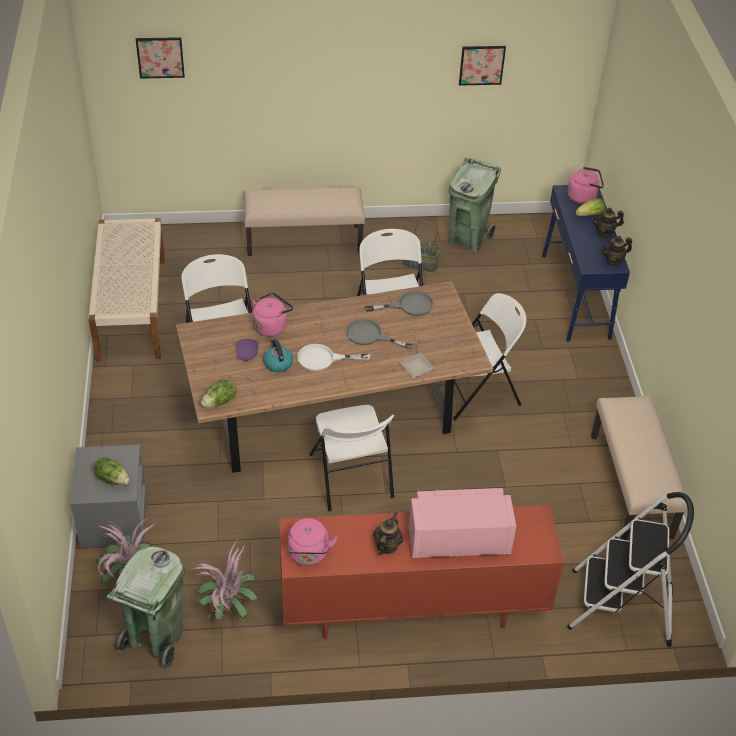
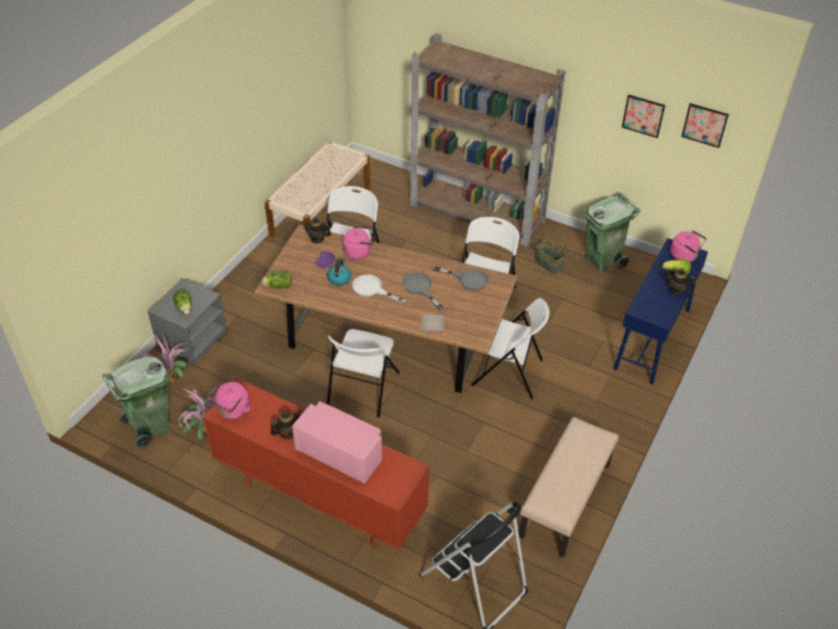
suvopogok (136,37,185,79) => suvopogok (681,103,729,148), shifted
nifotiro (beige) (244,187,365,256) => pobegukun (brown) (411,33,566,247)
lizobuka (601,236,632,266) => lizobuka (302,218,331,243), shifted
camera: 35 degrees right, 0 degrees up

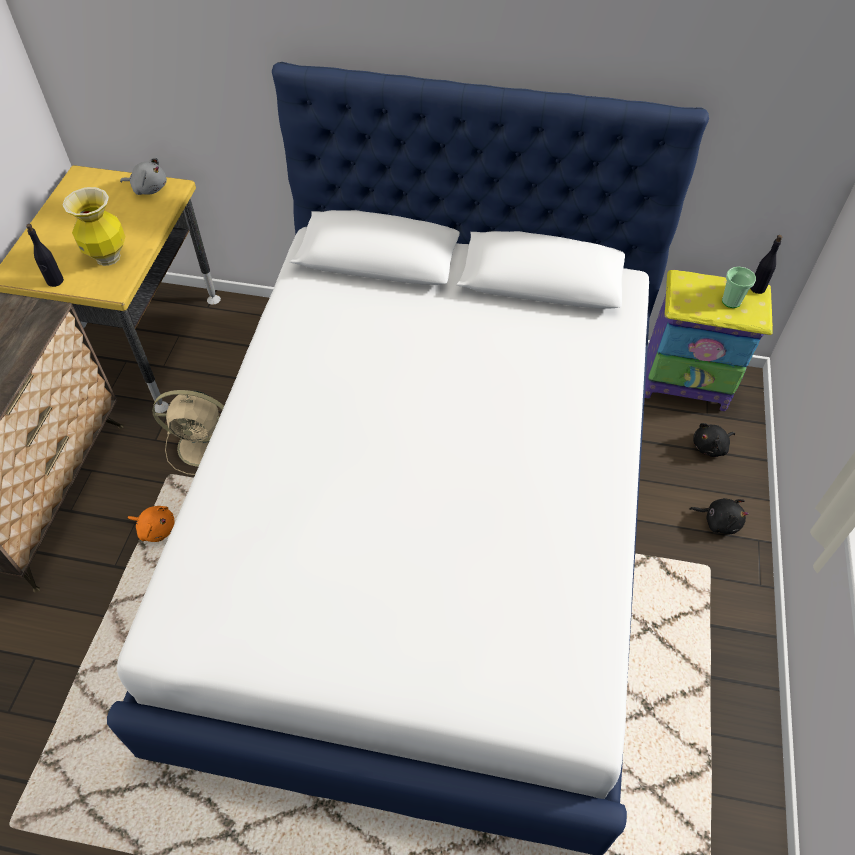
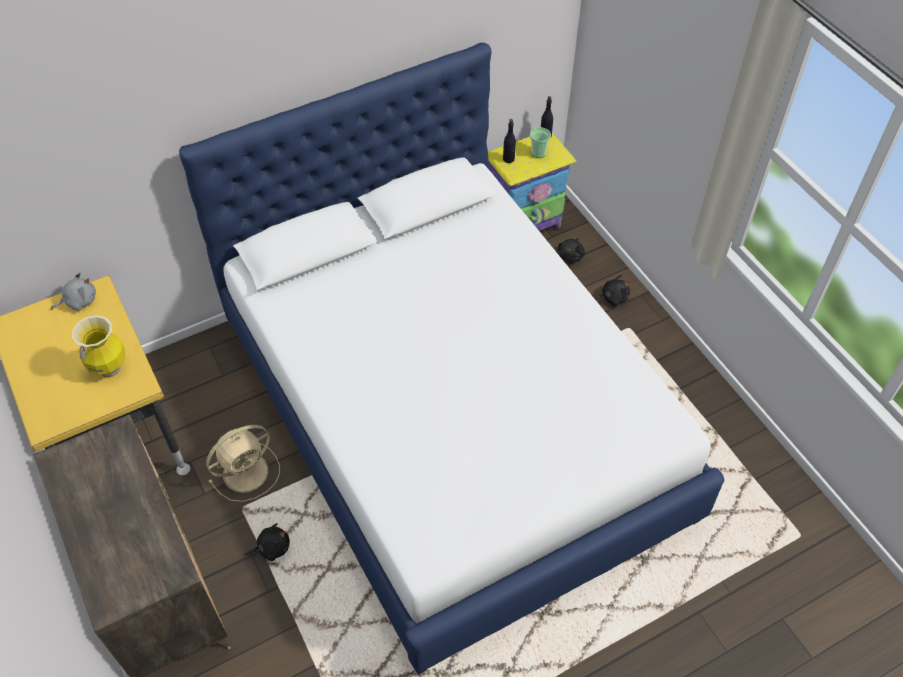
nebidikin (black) (26,224,64,287) => nebidikin (black) (503,119,516,163), shifted
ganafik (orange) (128,506,175,542) => ganafik (black) (245,523,290,561)
camera: 40 degrees left, 0 degrees up

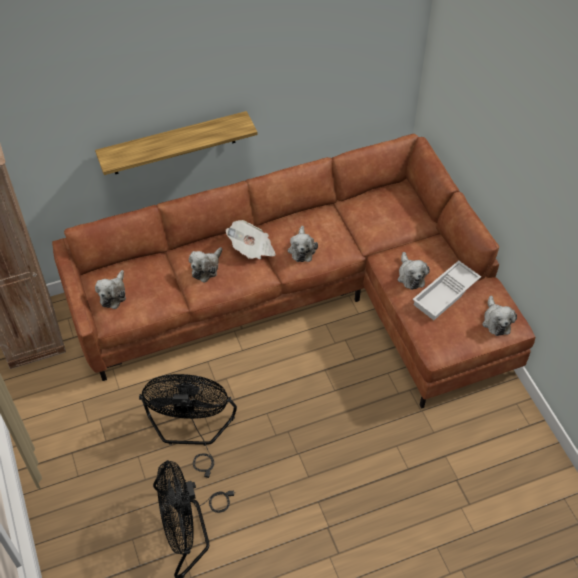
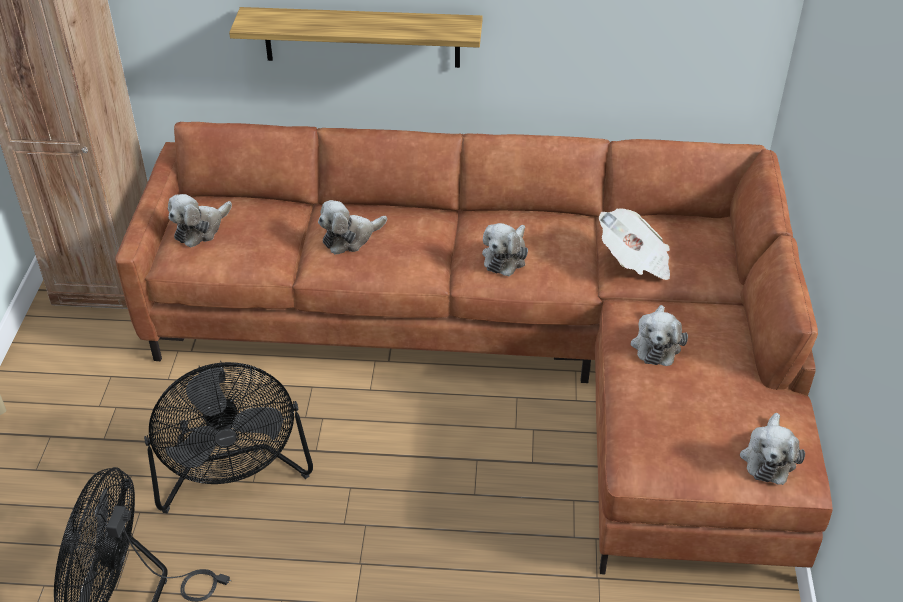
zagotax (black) (139,374,237,478) => zagotax (black) (144,361,313,514), 135 degrees clockwise
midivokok (226,220,276,259) => midivokok (599,208,670,280), shifted
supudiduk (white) (412,261,481,320) => nothing
camera: 25 degrees right, 10 degrees down

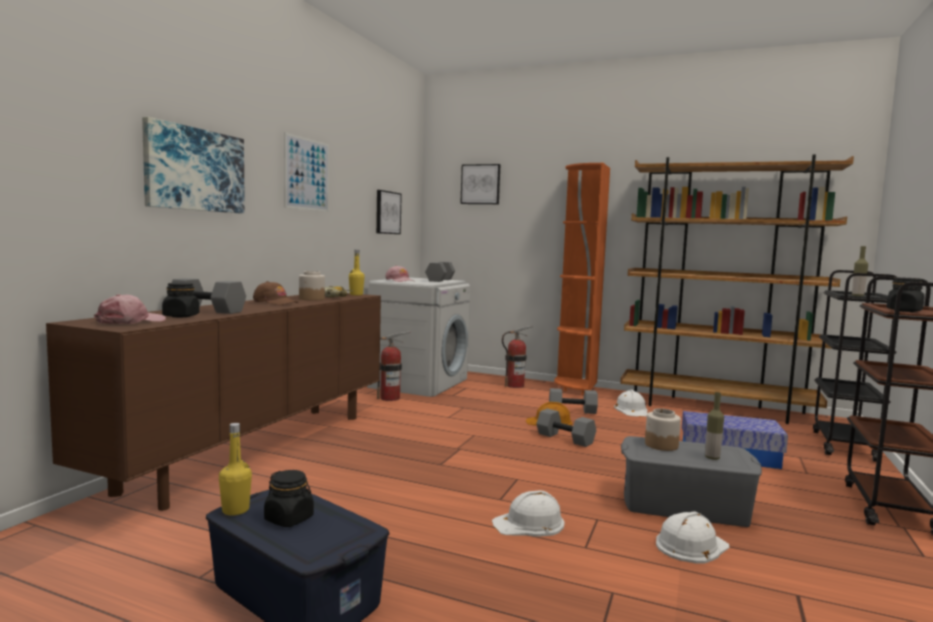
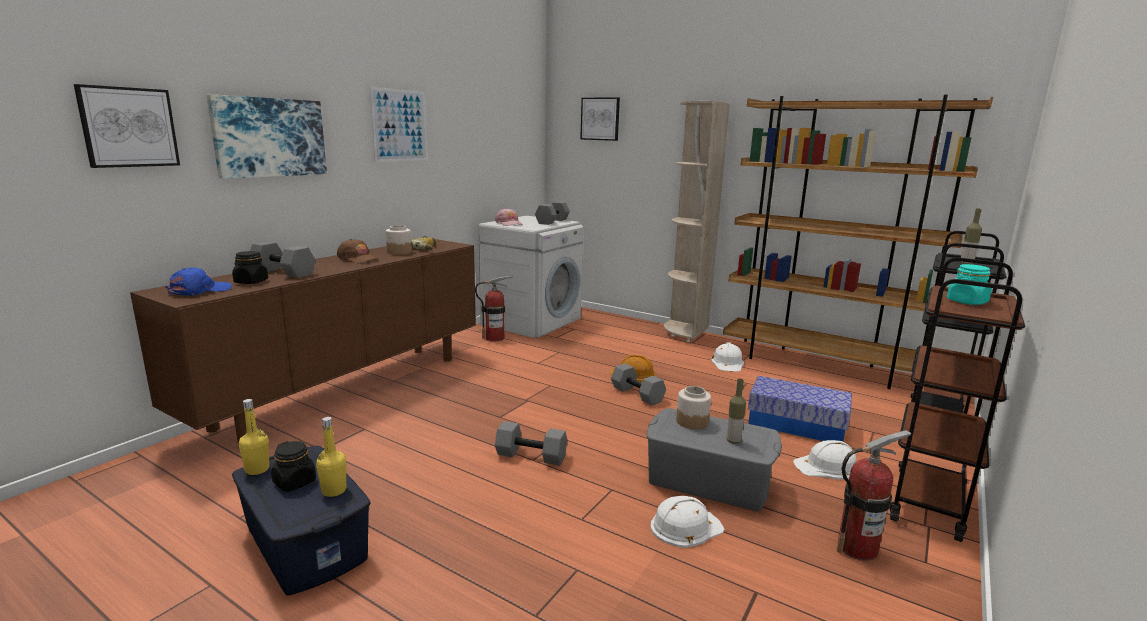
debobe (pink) (94,294,166,324) => debobe (blue) (165,268,232,296)
nebidikin (yellow) (349,250,365,295) => nebidikin (yellow) (316,417,347,497), shifted
suvopogok (376,190,402,234) => suvopogok (74,84,180,168), shifted
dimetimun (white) (492,490,564,537) => dimetimun (white) (793,440,856,480), shifted
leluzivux (502,326,533,388) => leluzivux (836,430,912,561), shifted
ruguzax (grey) (549,388,598,414) => ruguzax (grey) (495,421,567,465), shifted
pobegukun (orange) (554,163,610,395) => pobegukun (beige) (664,101,730,342)
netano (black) (886,278,924,312) => netano (turquoise) (946,264,992,305)
camera: 10 degrees right, 10 degrees up

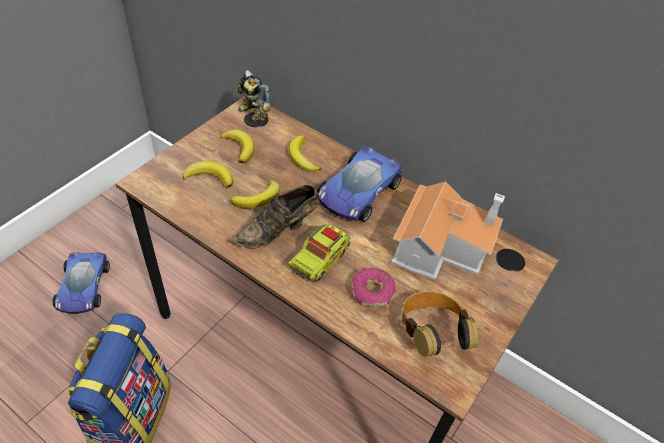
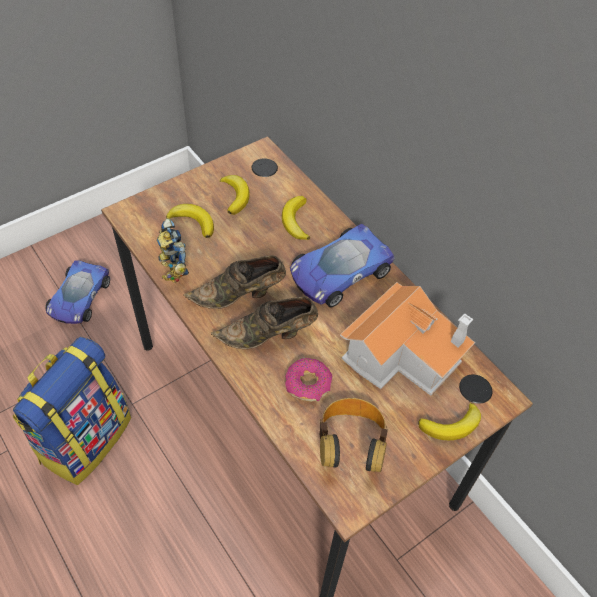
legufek (230,180,280,208) => legufek (419,403,481,440), shifted
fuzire (238,70,271,122) => fuzire (157,218,189,283), shifted
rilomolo (288,224,350,282) => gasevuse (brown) (211,297,318,349)
camera: 20 degrees right, 5 degrees up

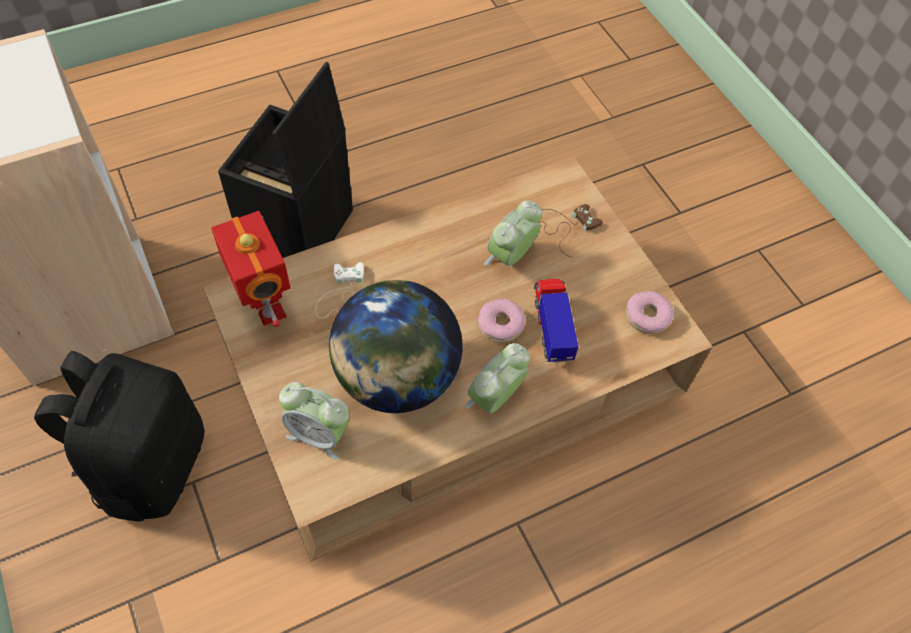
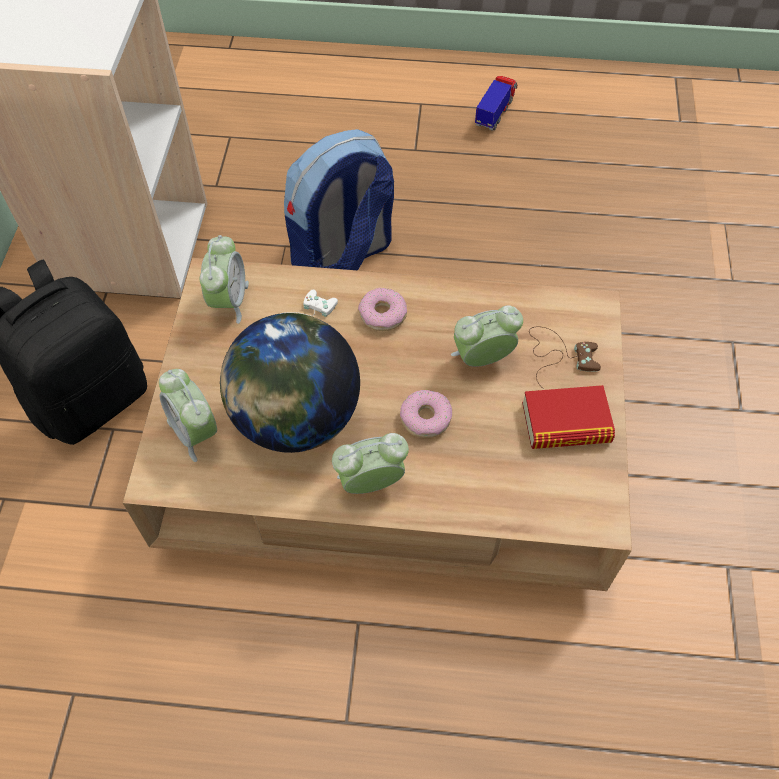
fuzire (211,211,291,327) => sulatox (199,235,249,324)
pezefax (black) (218,62,353,258) => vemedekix (284,129,394,270)
rilomolo (534,279,579,362) => rilomolo (475,76,518,131), shifted
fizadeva (626,291,674,334) => fizadeva (358,288,407,331), shifted
nothing => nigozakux (522,385,615,449)
camera: 35 degrees right, 0 degrees up

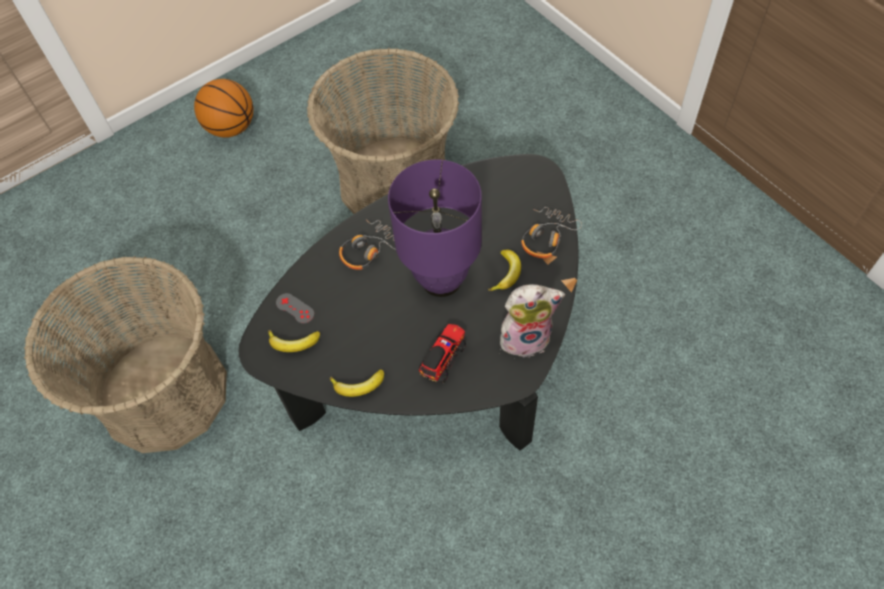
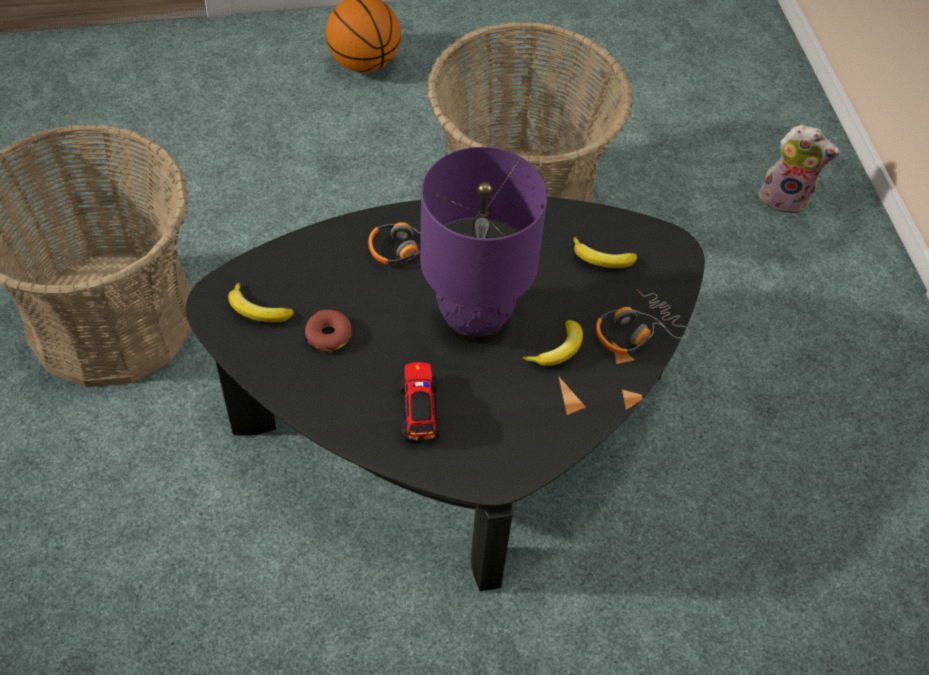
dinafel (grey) (276,293,315,324) => nothing
legufek (330,369,384,397) => legufek (573,237,637,268), shifted
rilomolo (418,324,466,383) => rilomolo (399,362,441,440), 60 degrees counterclockwise
ganafik (500,284,565,357) => ganafik (758,125,840,215), shifted
nothing => fizadeva (305,310,352,353)
camera: 20 degrees right, 5 degrees down

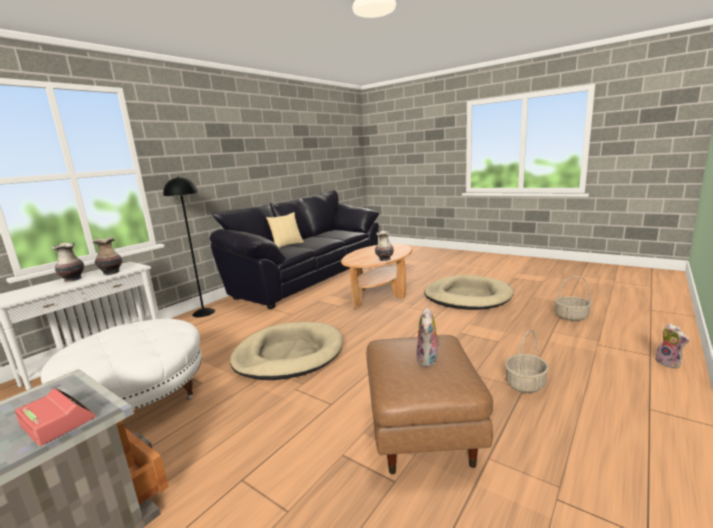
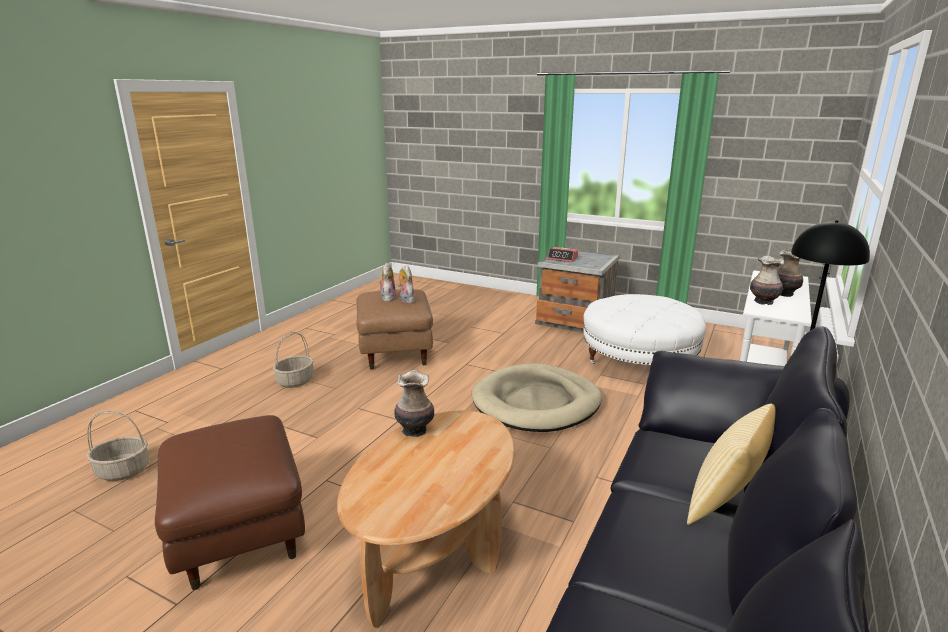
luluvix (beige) (424,275,514,310) => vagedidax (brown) (155,415,305,590)
ganafik (655,324,690,368) => ganafik (398,264,415,303), shifted
camera: 170 degrees right, 5 degrees up

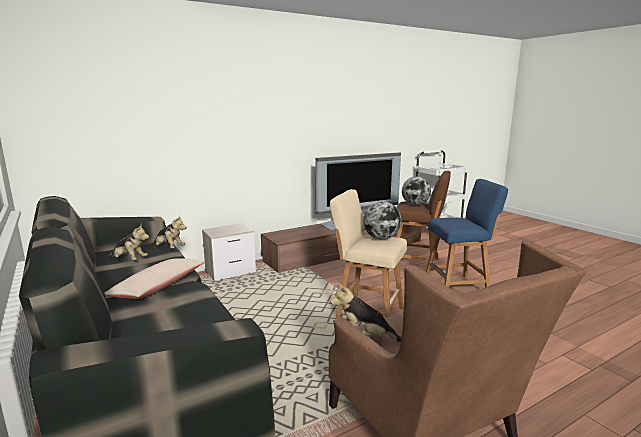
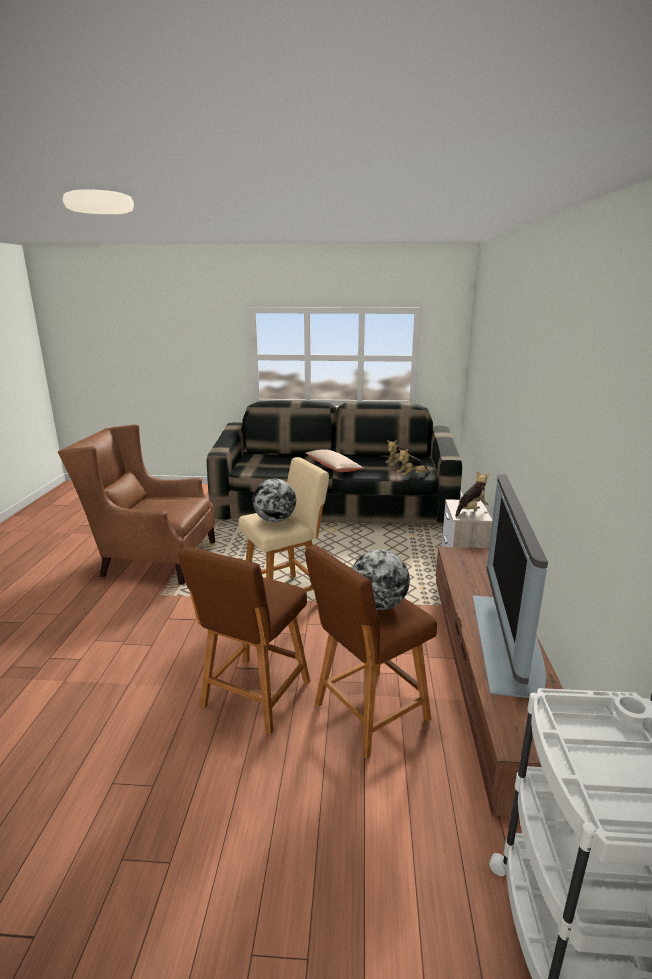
ganafik (330,283,402,342) => ganafik (455,472,489,517), shifted
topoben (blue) (426,179,508,288) => topoben (brown) (178,546,310,735)
camera: 125 degrees right, 5 degrees up

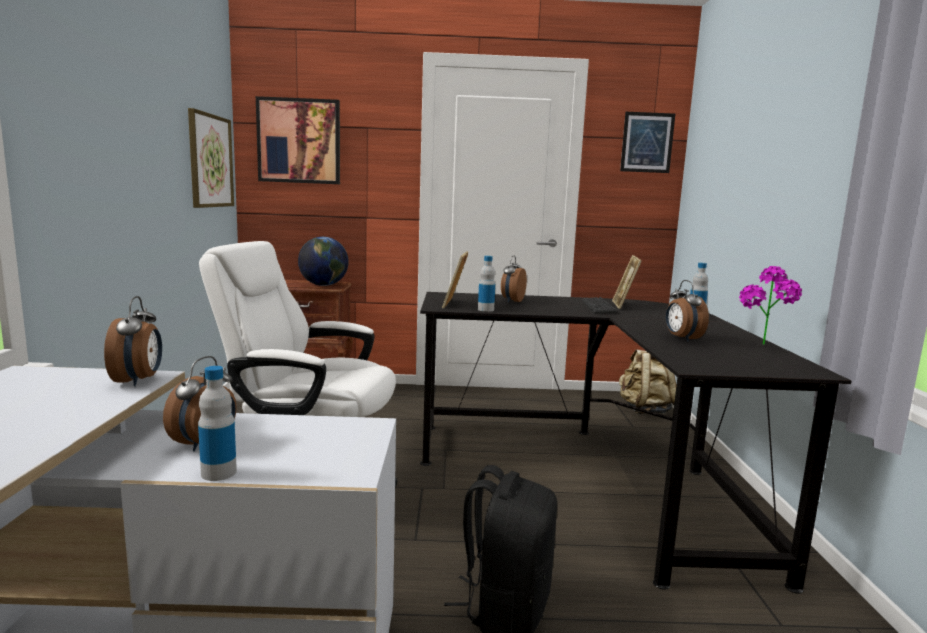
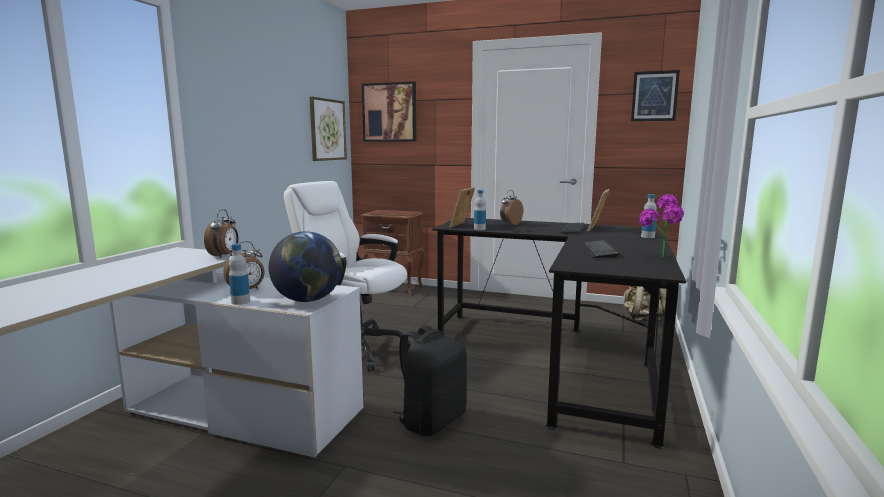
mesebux (298,237,349,286) => mesebux (269,231,342,302), shifted
sulatox (666,280,709,342) => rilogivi (581,240,620,258)
camera: 20 degrees right, 0 degrees up

